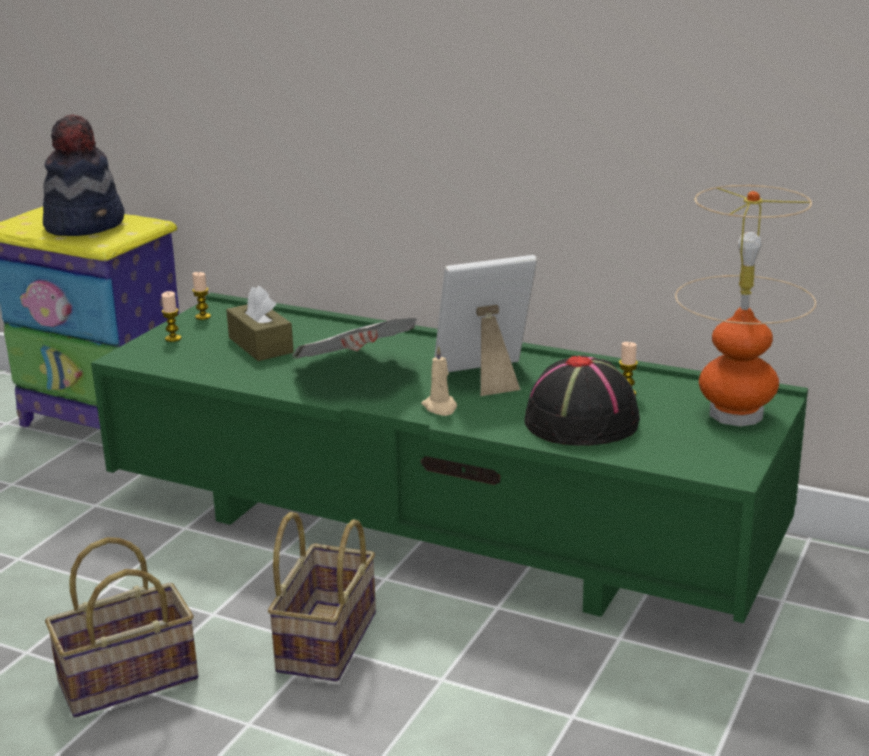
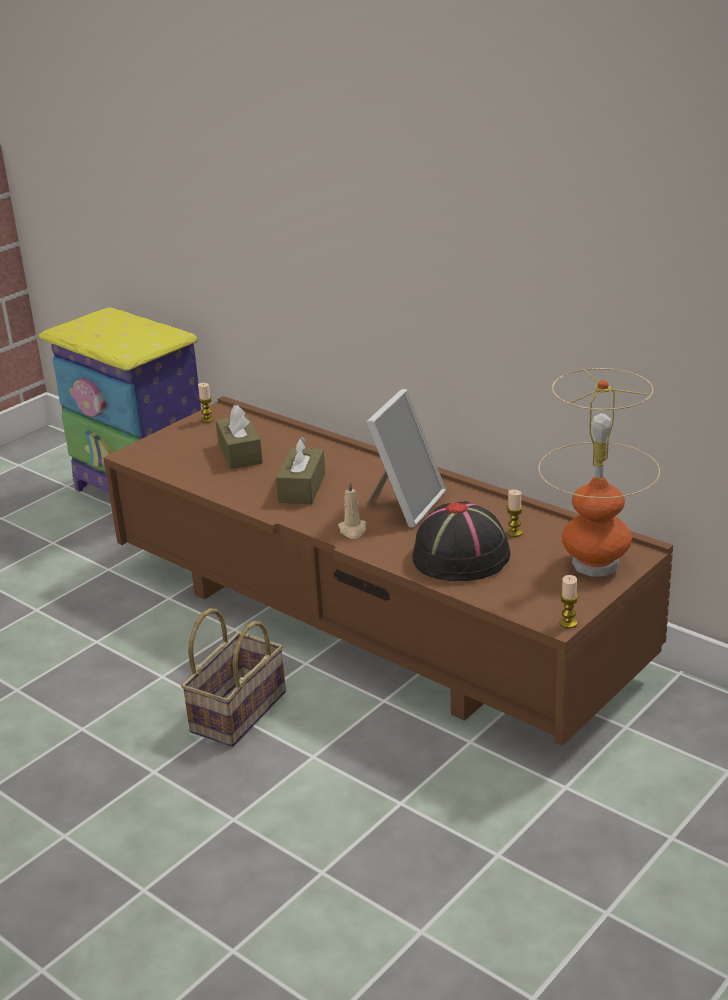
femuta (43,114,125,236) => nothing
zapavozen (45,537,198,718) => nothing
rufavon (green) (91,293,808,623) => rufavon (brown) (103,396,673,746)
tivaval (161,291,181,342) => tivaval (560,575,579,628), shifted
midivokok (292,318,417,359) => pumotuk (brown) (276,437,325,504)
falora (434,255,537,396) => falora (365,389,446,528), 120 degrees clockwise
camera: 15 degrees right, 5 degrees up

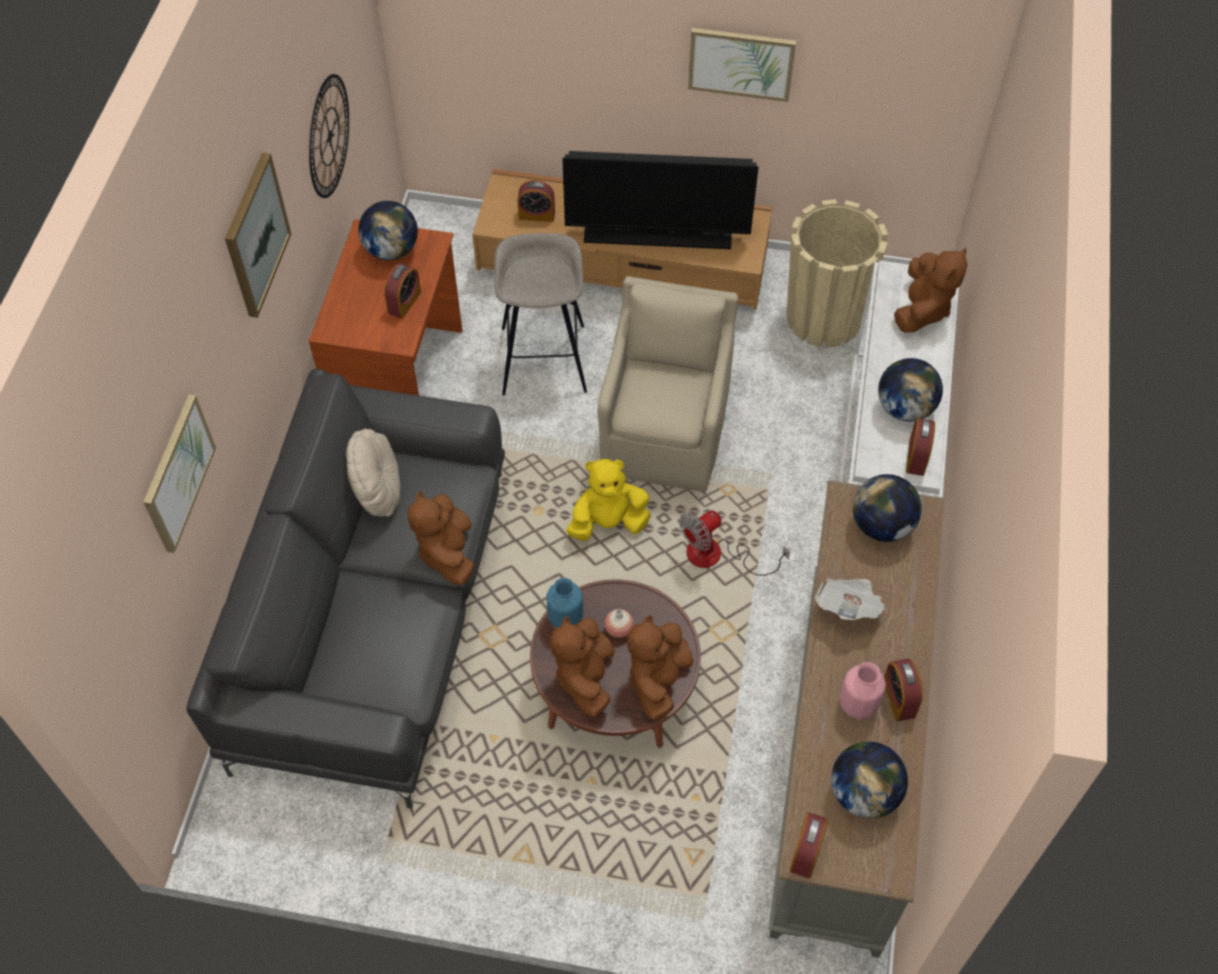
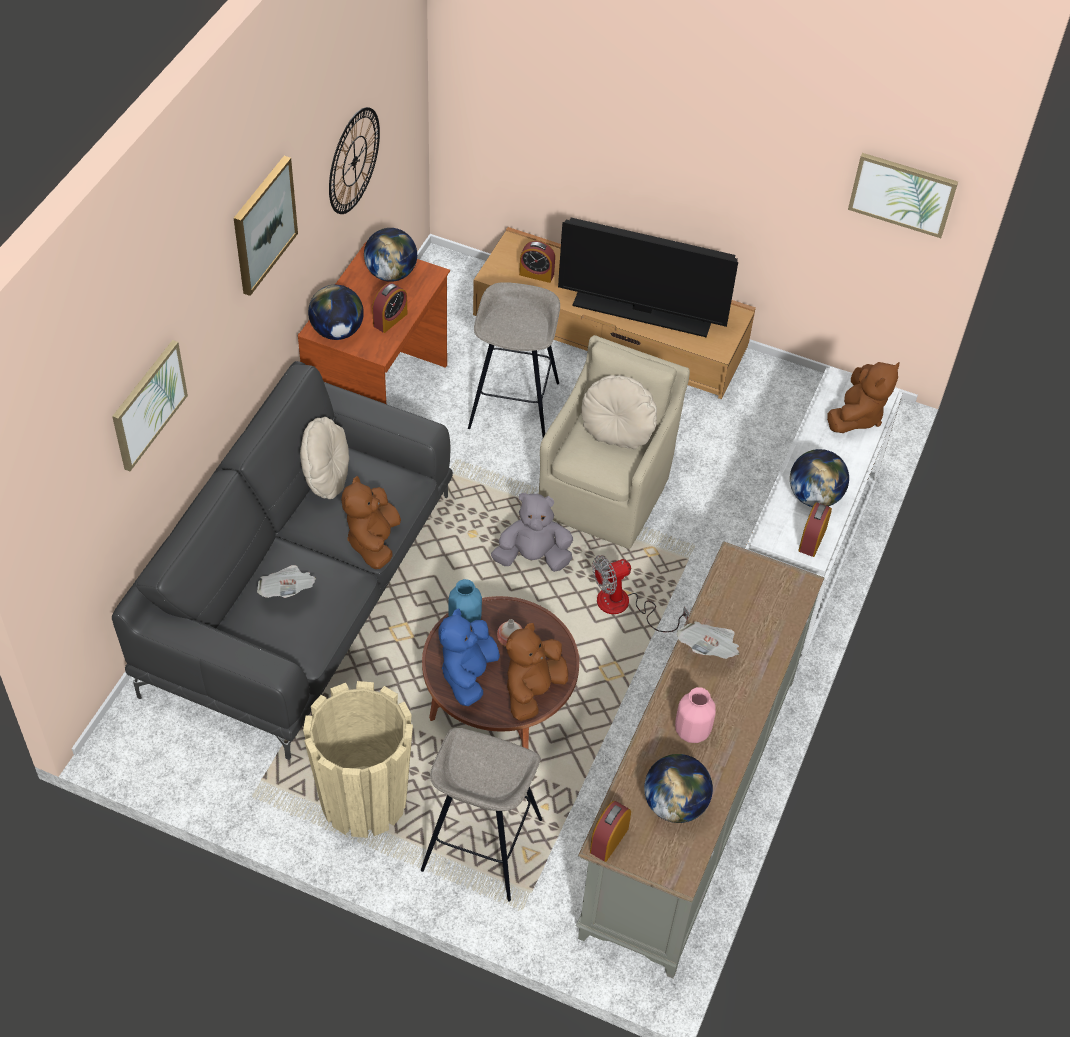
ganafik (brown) (550,616,615,716) => ganafik (blue) (438,608,500,706)
ganafik (yellow) (566,459,651,541) => ganafik (grey) (491,493,573,572)
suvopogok (688,28,796,102) => suvopogok (848,153,958,238), shifted
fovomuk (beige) (786,199,888,348) => fovomuk (beige) (303,681,413,838), shifted
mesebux (853,474,922,542) => mesebux (308,285,364,340), shifted
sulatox (884,659,923,721) => nothing
nothing => midivokok (257,565,316,598)
nothing => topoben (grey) (421,728,542,902)
nothing => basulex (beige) (581,375,657,449)
camera: 10 degrees right, 5 degrees down

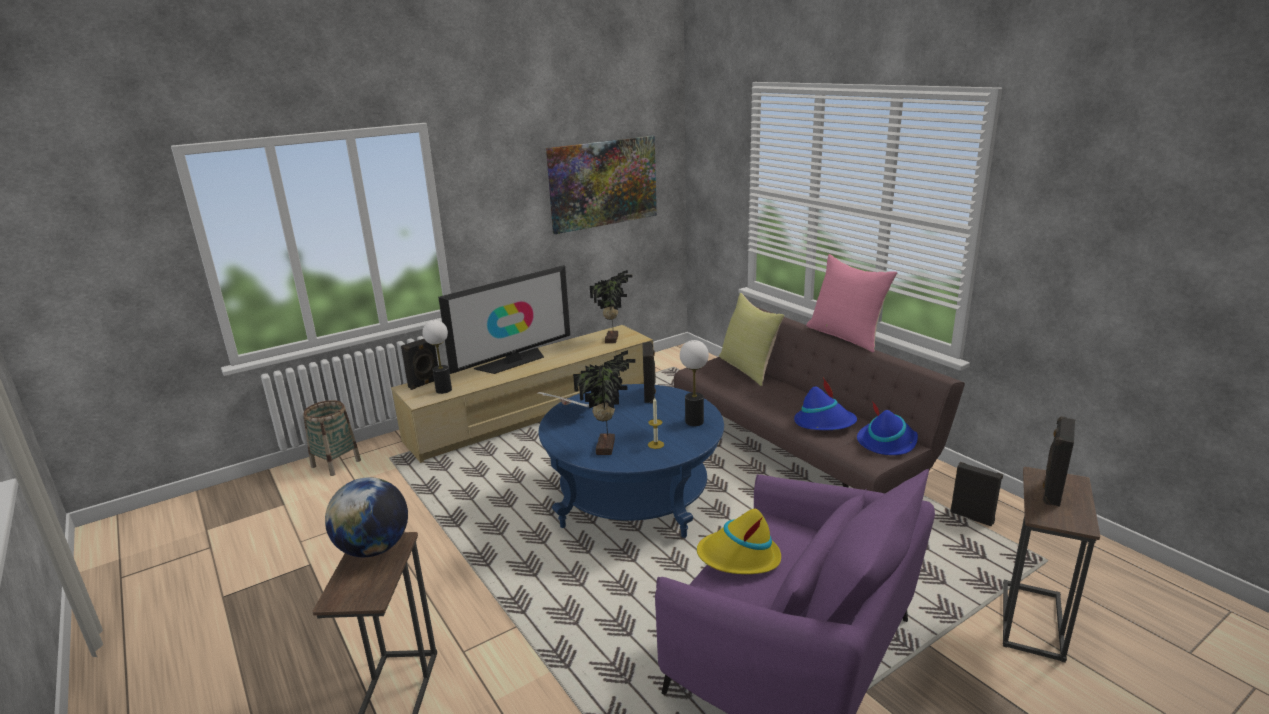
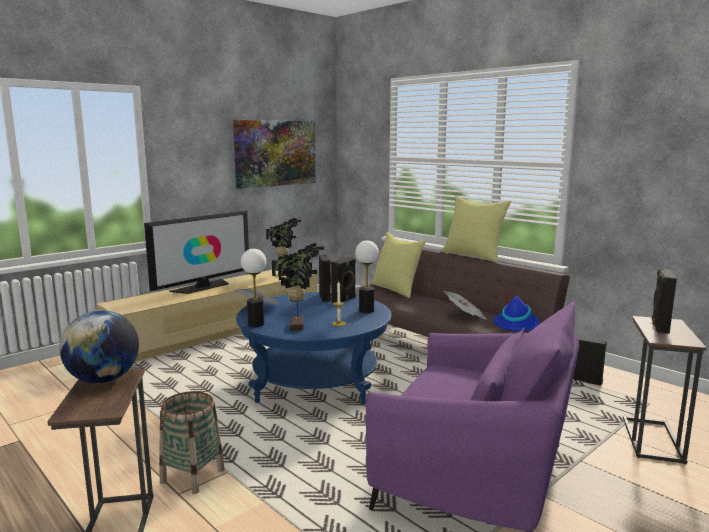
zapavozen (303,400,361,476) => zapavozen (159,391,224,494), shifted
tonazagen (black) (401,339,438,390) => tonazagen (black) (331,257,356,303), shifted
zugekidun (422,320,452,394) => zugekidun (241,249,266,327), shifted
femuta (yellow) (697,509,781,574) => nothing
femuta (blue) (794,377,857,430) => midivokok (444,291,487,320)
basulex (pink) (806,254,897,352) => basulex (yellow) (441,196,511,262)
camera: 10 degrees left, 10 degrees down

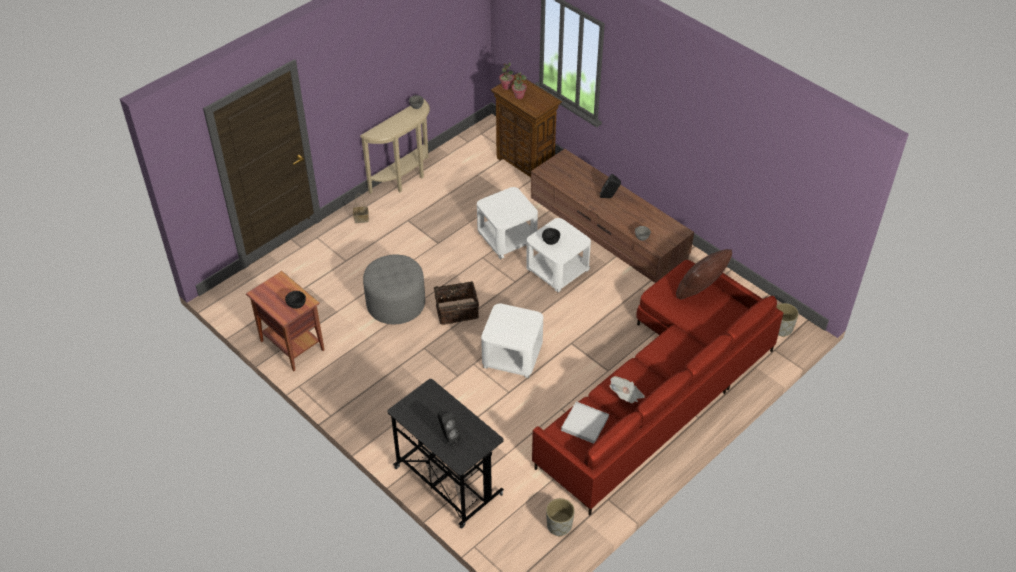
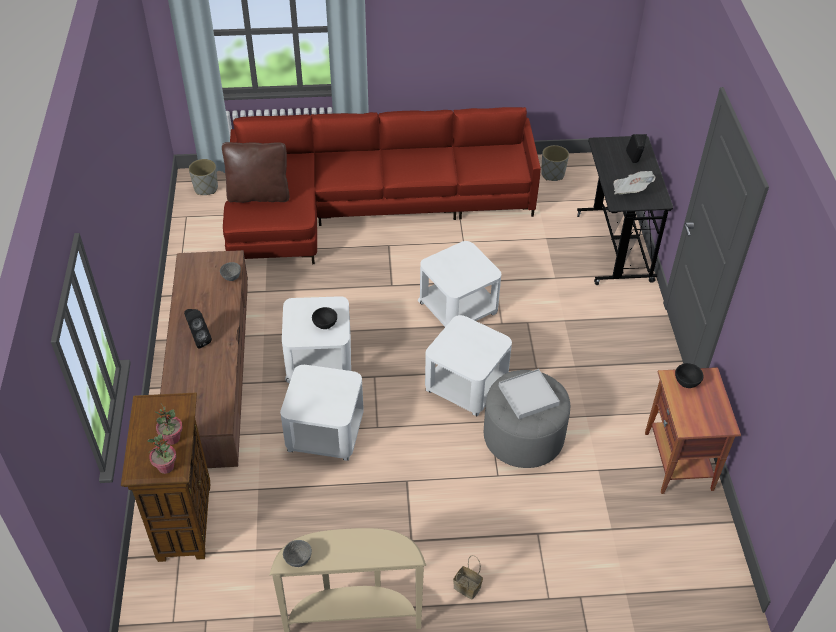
zapavozen (434,281,479,325) => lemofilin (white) (425,315,512,417)
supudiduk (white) (561,401,609,444) => supudiduk (white) (499,369,560,419), shifted
midivokok (609,376,645,403) => midivokok (613,171,656,194), shifted
camera: 140 degrees left, 0 degrees up

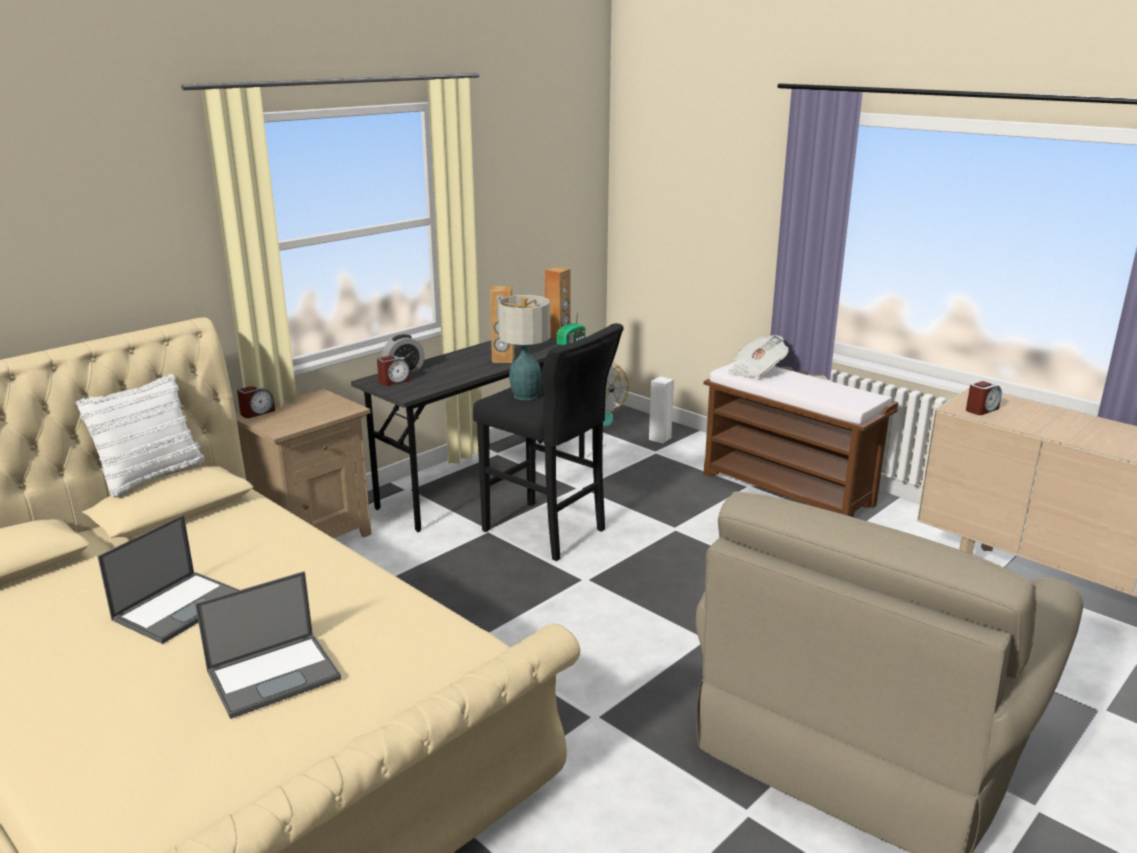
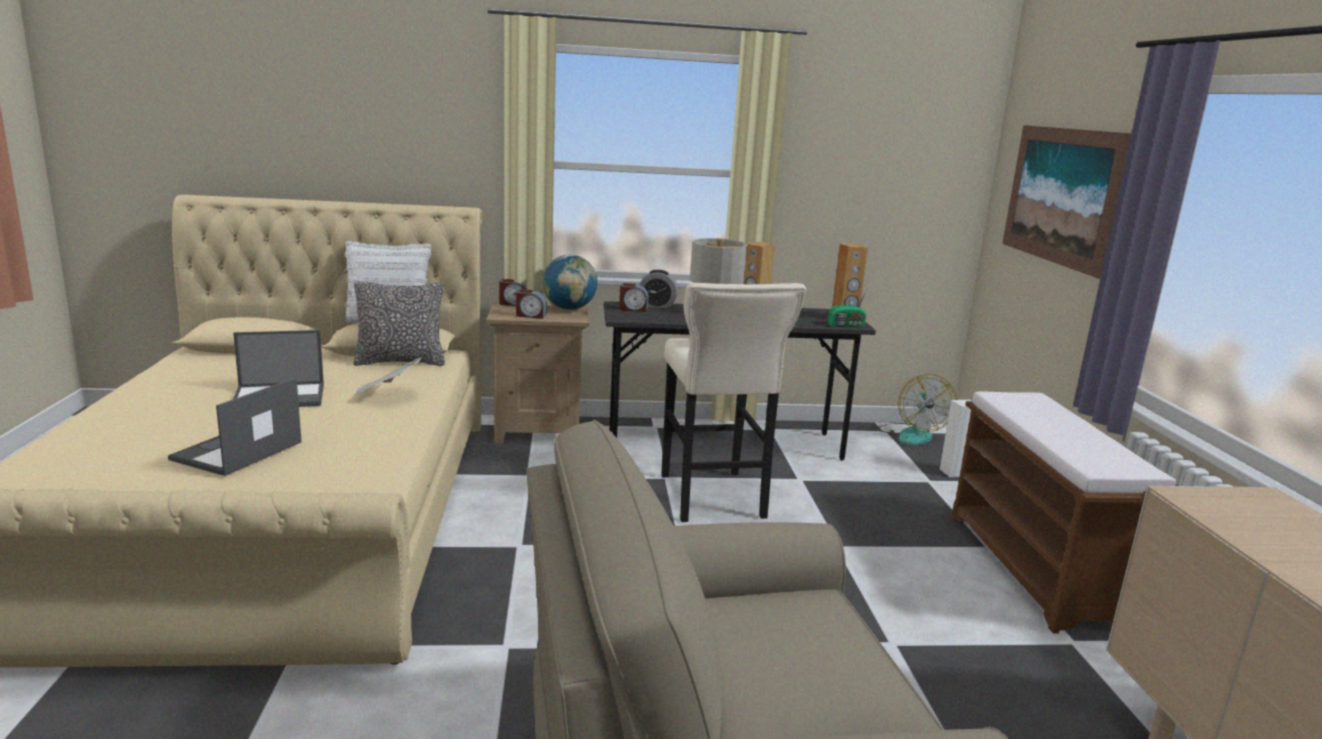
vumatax (195,571,341,719) => vumatax (168,378,302,476), 105 degrees clockwise
topoben (black) (473,323,624,561) => topoben (beige) (661,283,806,522)
midivokok (728,335,788,378) => midivokok (352,357,422,397), shifted
sulatox (966,381,1002,415) => sulatox (516,289,547,319), shifted
nothing => basulex (354,281,445,366)
nothing => mesebux (542,255,598,310)
nothing => suvopogok (1002,125,1132,279)
camera: 40 degrees right, 5 degrees down

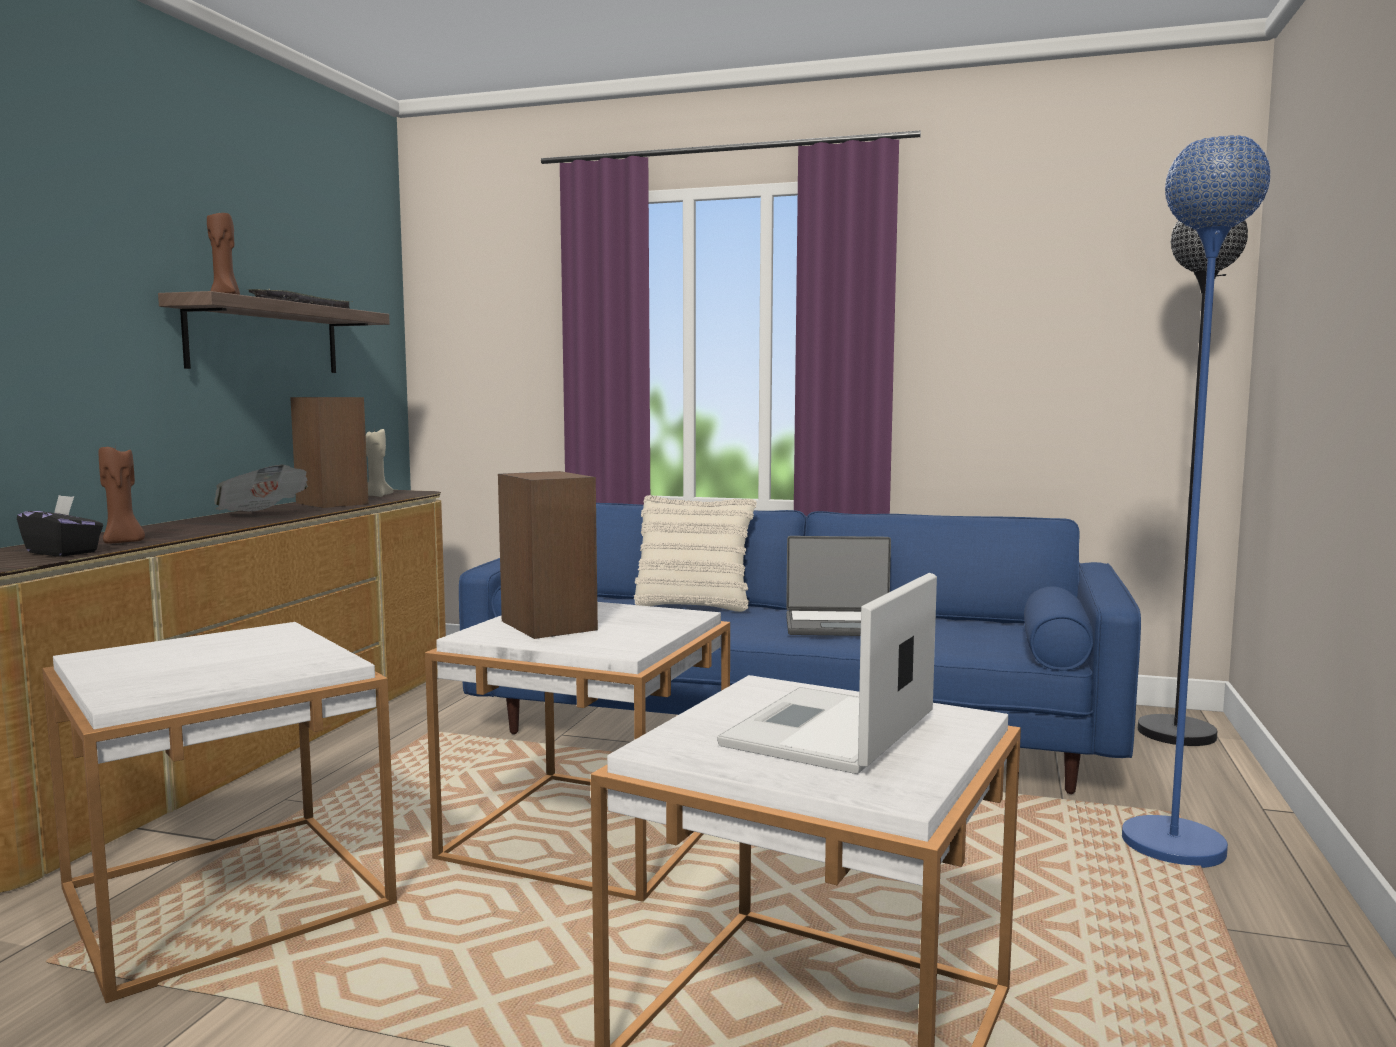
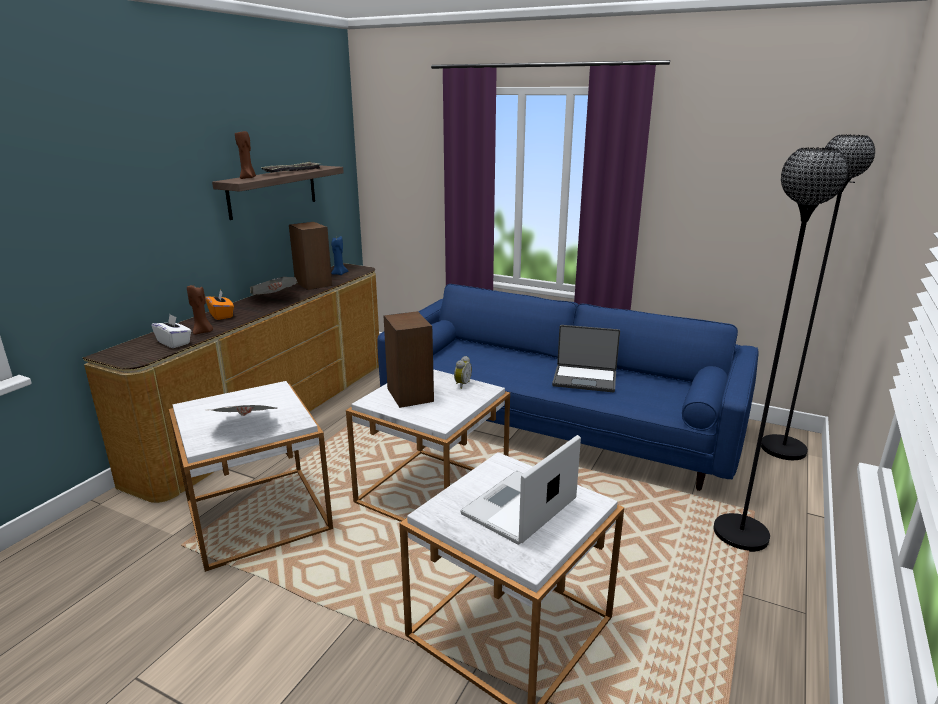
pumotuk (black) (17,495,103,557) => pumotuk (white) (151,314,191,348)
tivaval (beige) (366,429,394,497) => tivaval (blue) (331,236,348,275)
basulex (beige) (634,495,757,612) => nothing
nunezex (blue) (1122,135,1270,868) => nunezex (black) (714,147,848,552)
nothing => pumotuk (orange) (205,290,234,320)
nothing => midivokok (206,405,277,416)
nothing => sulatox (454,356,472,389)
camera: 10 degrees right, 15 degrees up

